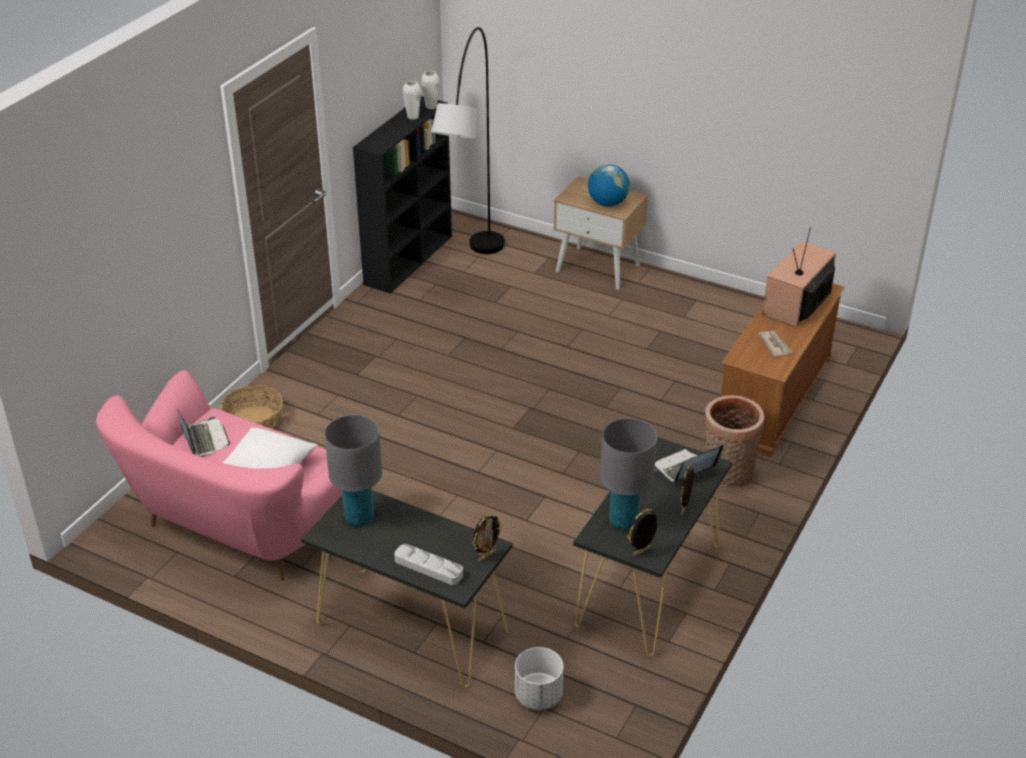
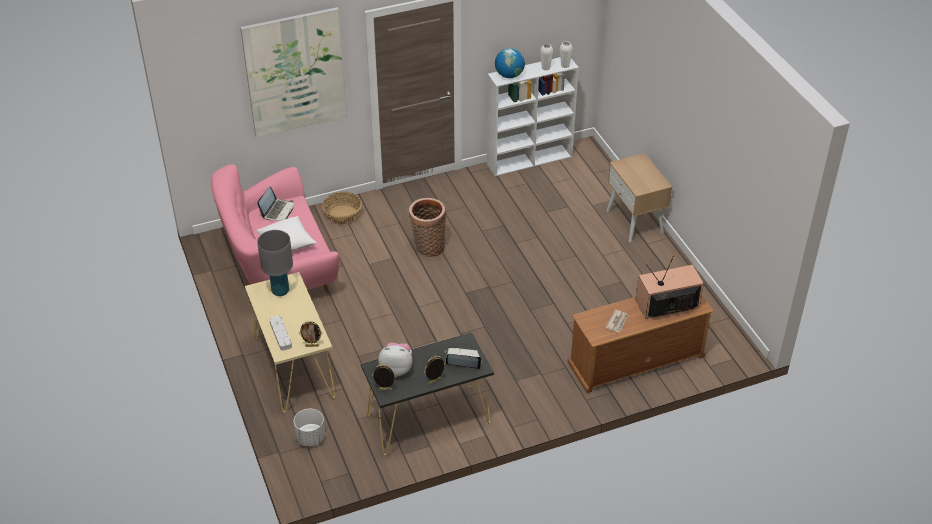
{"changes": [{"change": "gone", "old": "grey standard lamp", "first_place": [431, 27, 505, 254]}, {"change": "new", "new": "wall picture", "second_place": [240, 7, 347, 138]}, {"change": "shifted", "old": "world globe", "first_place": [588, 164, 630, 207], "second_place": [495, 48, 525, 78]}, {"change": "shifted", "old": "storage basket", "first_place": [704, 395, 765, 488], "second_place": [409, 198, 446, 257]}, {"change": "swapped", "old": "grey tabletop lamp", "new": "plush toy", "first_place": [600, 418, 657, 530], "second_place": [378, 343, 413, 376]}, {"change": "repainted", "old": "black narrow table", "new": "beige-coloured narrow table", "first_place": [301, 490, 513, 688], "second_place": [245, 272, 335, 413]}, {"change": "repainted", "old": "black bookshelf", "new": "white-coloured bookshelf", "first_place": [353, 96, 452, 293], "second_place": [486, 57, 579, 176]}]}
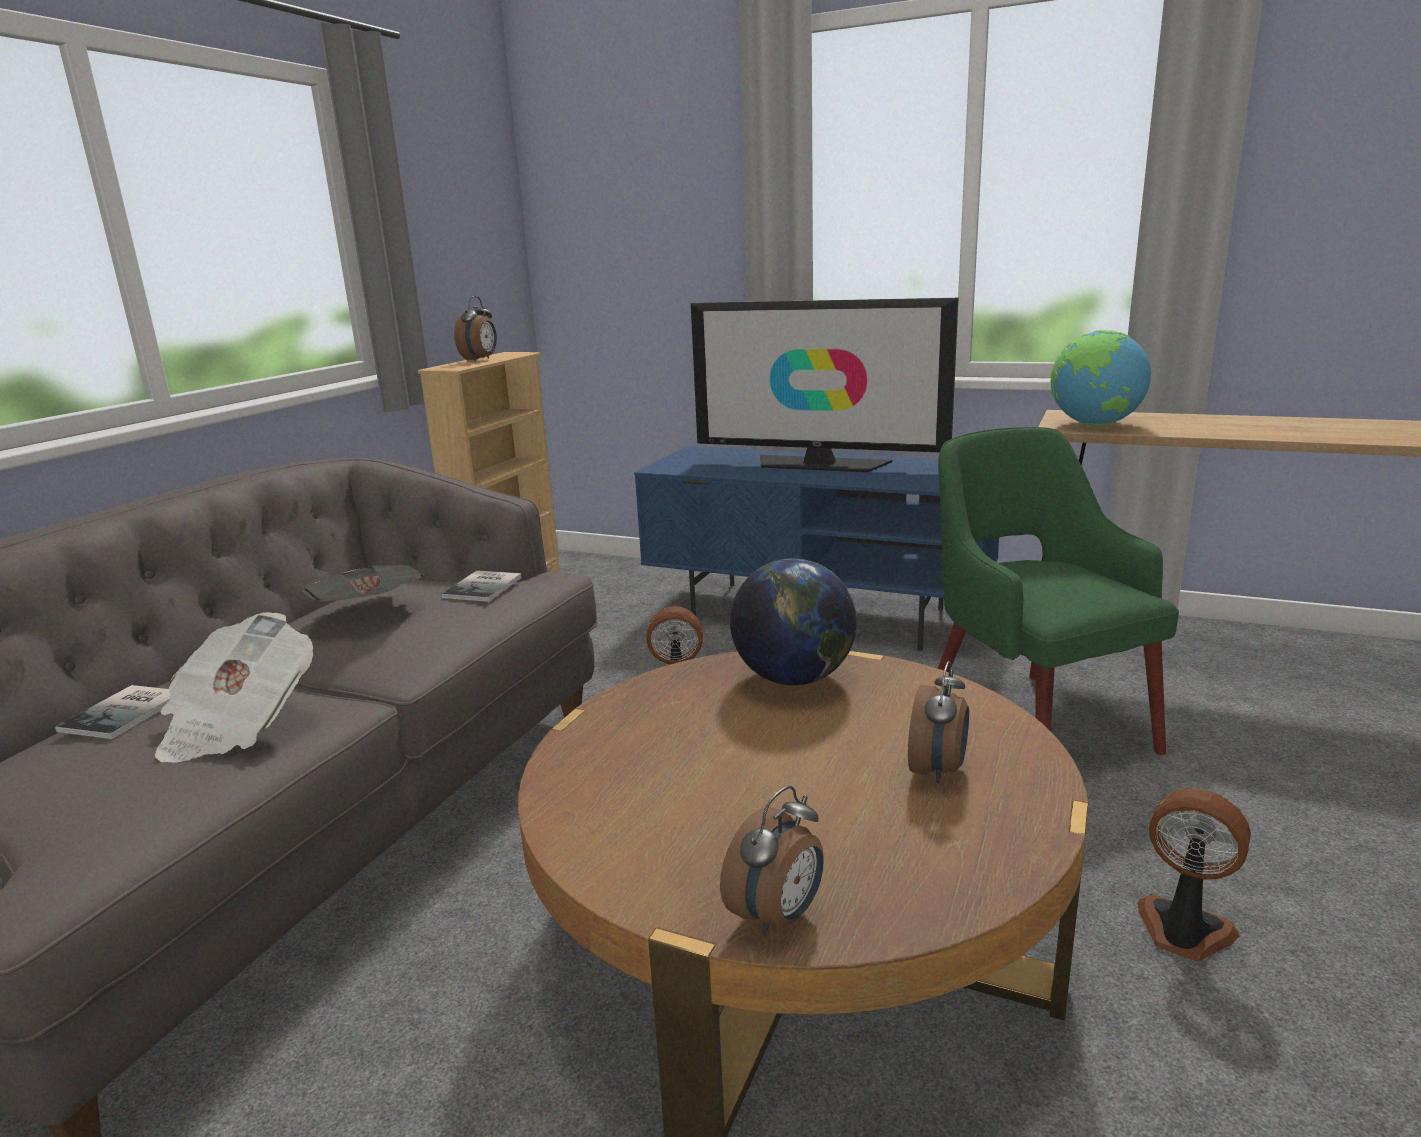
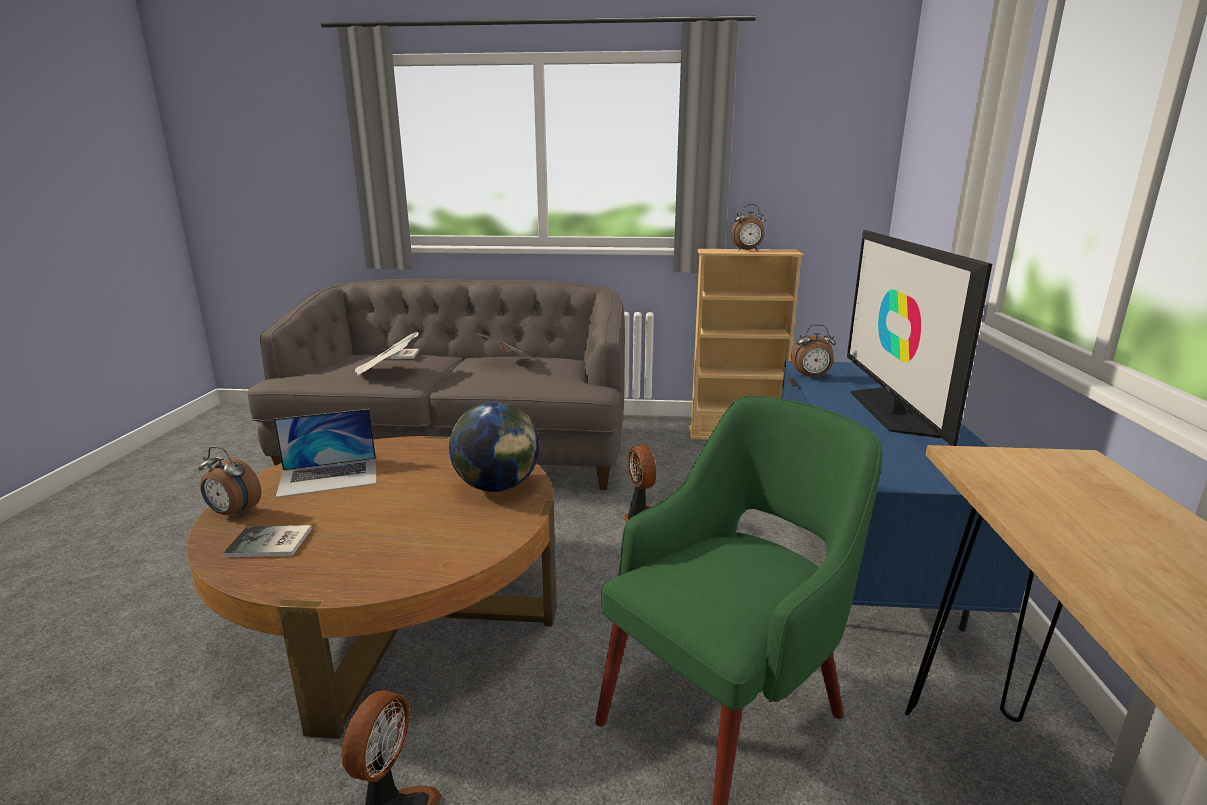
{"changes": [{"change": "gone", "old": "world globe", "first_place": [1051, 330, 1151, 426]}, {"change": "new", "new": "portable computer", "second_place": [274, 409, 376, 498]}, {"change": "shifted", "old": "volume", "first_place": [441, 570, 522, 602], "second_place": [223, 525, 312, 558]}, {"change": "shifted", "old": "bedside clock", "first_place": [908, 661, 969, 783], "second_place": [791, 324, 836, 378]}]}
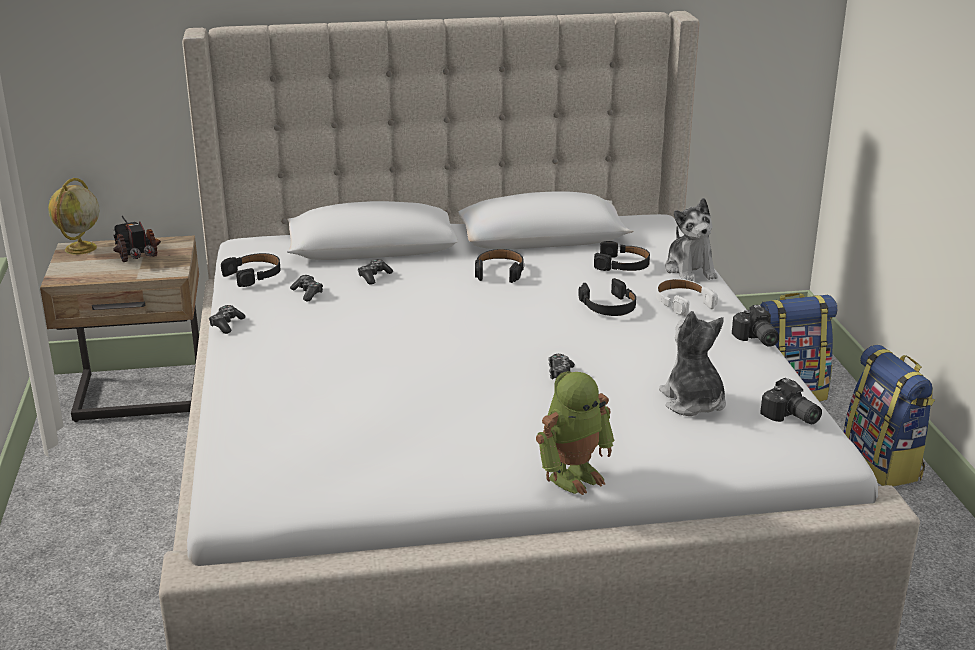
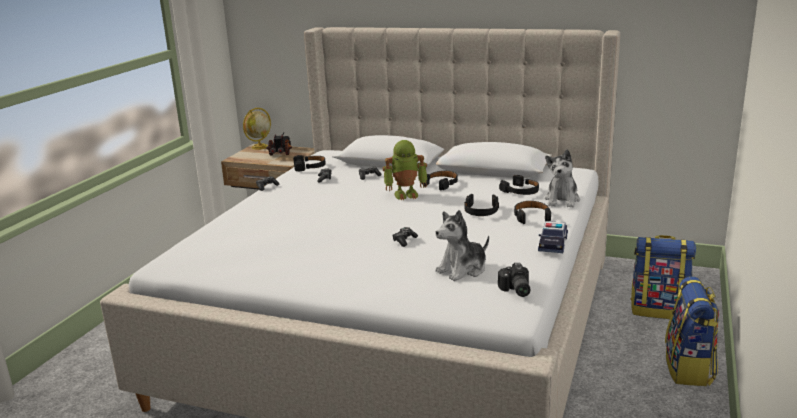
{"changes": [{"change": "shifted", "old": "robot figure", "first_place": [536, 371, 615, 495], "second_place": [383, 140, 427, 200]}, {"change": "swapped", "old": "still camera", "new": "miniature car", "first_place": [732, 305, 779, 347], "second_place": [538, 221, 568, 253]}, {"change": "repainted", "old": "white-coloured pair of headphones", "new": "black pair of headphones", "first_place": [656, 279, 718, 317], "second_place": [514, 201, 551, 224]}, {"change": "rotated", "old": "plush toy", "first_place": [659, 311, 726, 416], "second_place": [435, 210, 489, 281], "degrees": -135}]}
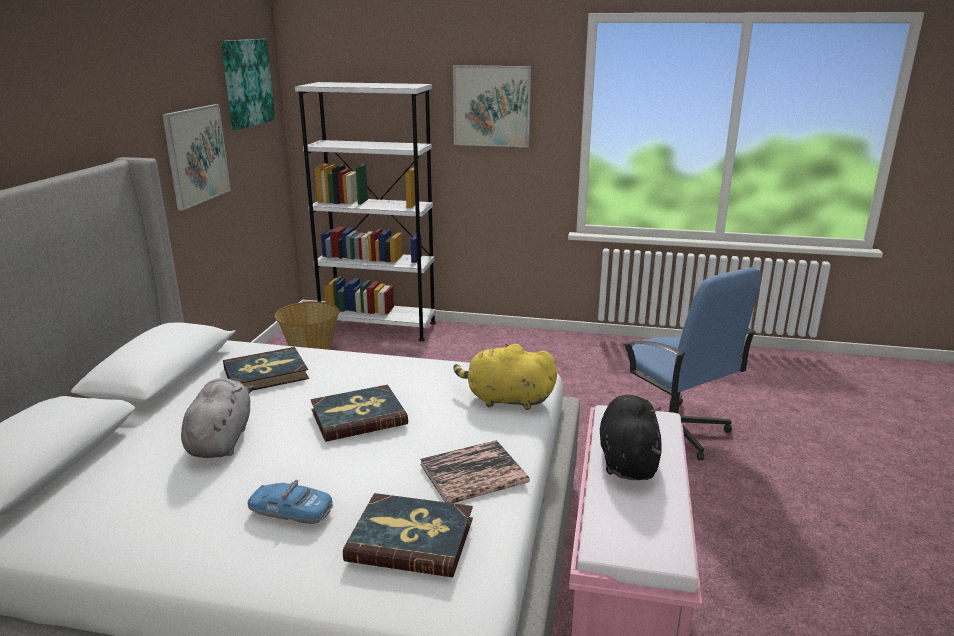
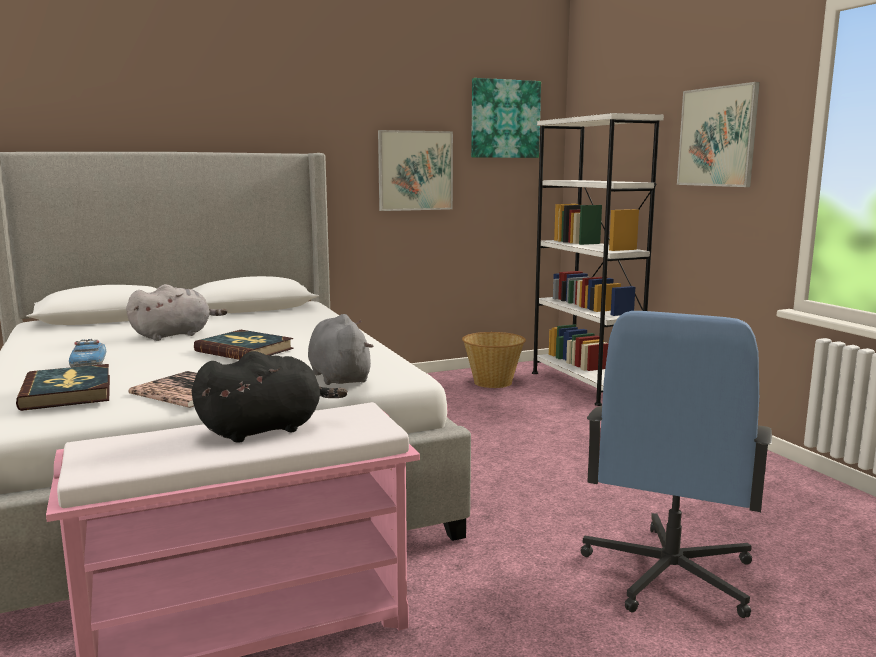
{"changes": [{"change": "gone", "old": "volume", "first_place": [223, 347, 309, 391]}, {"change": "repainted", "old": "yellow plush toy", "new": "grey plush toy", "first_place": [453, 344, 557, 410], "second_place": [308, 314, 373, 385]}]}
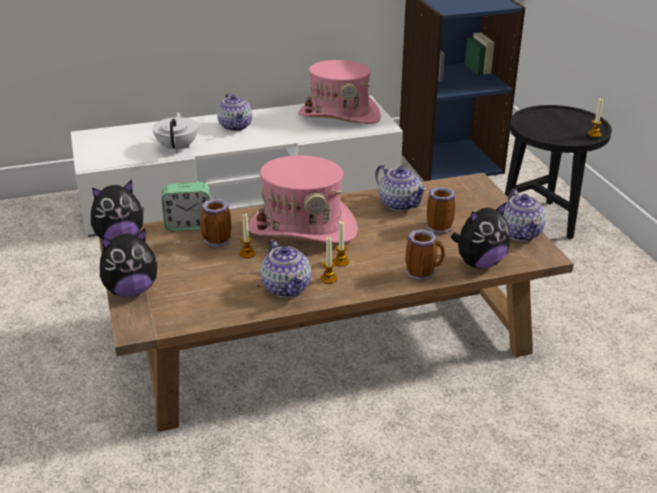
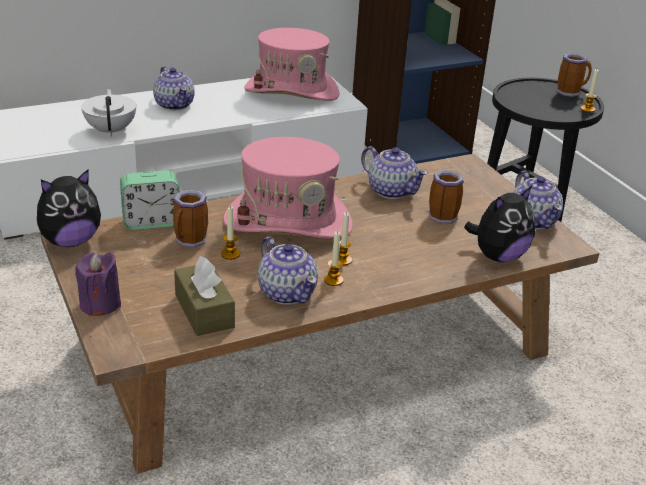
{"changes": [{"change": "new", "new": "brownish tissue holder", "second_place": [174, 256, 235, 336]}, {"change": "shifted", "old": "coffee mug", "first_place": [406, 229, 444, 281], "second_place": [556, 53, 592, 97]}, {"change": "swapped", "old": "plush toy", "new": "purple-coloured candle", "first_place": [100, 229, 158, 297], "second_place": [75, 252, 121, 316]}]}
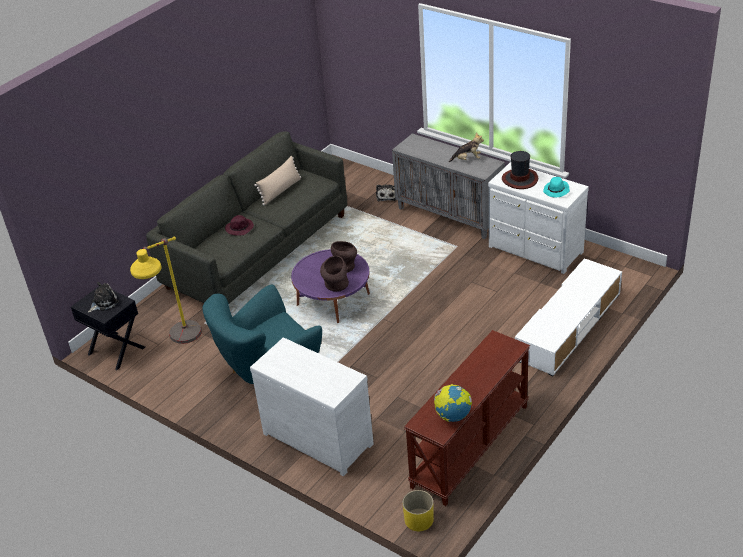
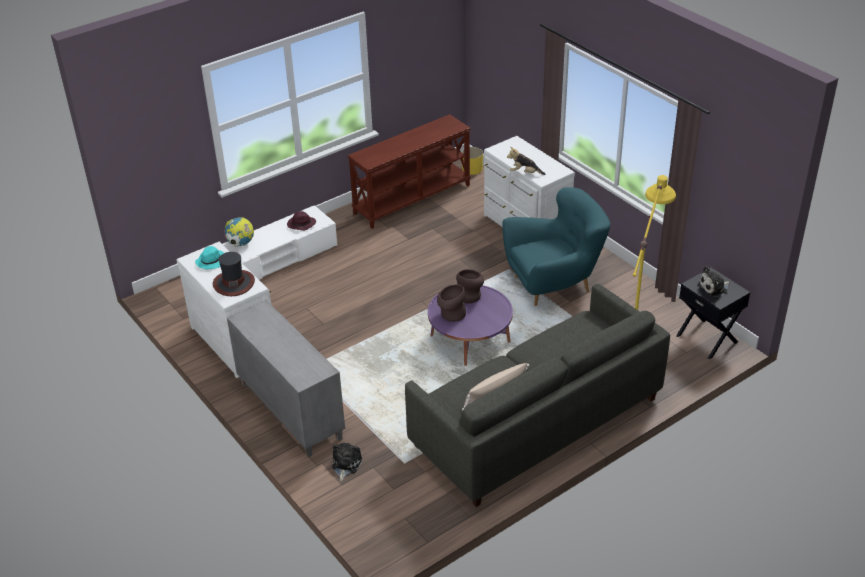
{"changes": [{"change": "shifted", "old": "purple-coloured clothing hat", "first_place": [225, 215, 254, 236], "second_place": [287, 211, 316, 231]}, {"change": "shifted", "old": "world globe", "first_place": [434, 384, 472, 422], "second_place": [224, 217, 254, 247]}, {"change": "shifted", "old": "plush toy", "first_place": [449, 132, 484, 162], "second_place": [507, 147, 545, 175]}]}
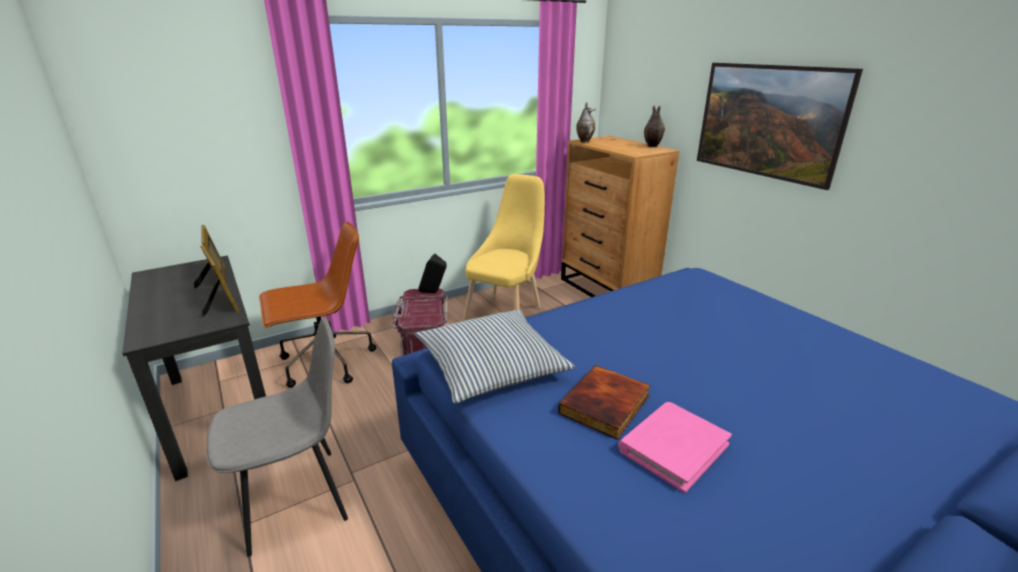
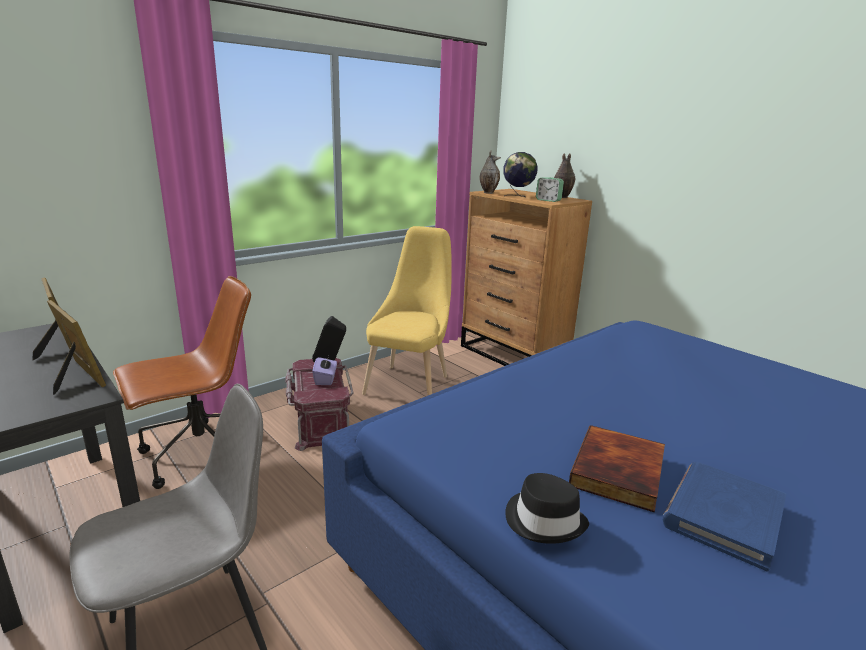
{"changes": [{"change": "gone", "old": "pillow", "first_place": [415, 309, 575, 403]}, {"change": "gone", "old": "wall picture", "first_place": [697, 63, 863, 190]}, {"change": "new", "new": "purple-coloured tissue holder", "second_place": [312, 354, 337, 385]}, {"change": "new", "new": "world globe", "second_place": [503, 152, 538, 197]}, {"change": "new", "new": "black clothing hat", "second_place": [505, 473, 589, 544]}, {"change": "new", "new": "bedside clock", "second_place": [536, 177, 564, 202]}, {"change": "repainted", "old": "pinkish volume", "new": "bluish volume", "first_place": [618, 402, 732, 493], "second_place": [662, 462, 786, 572]}]}
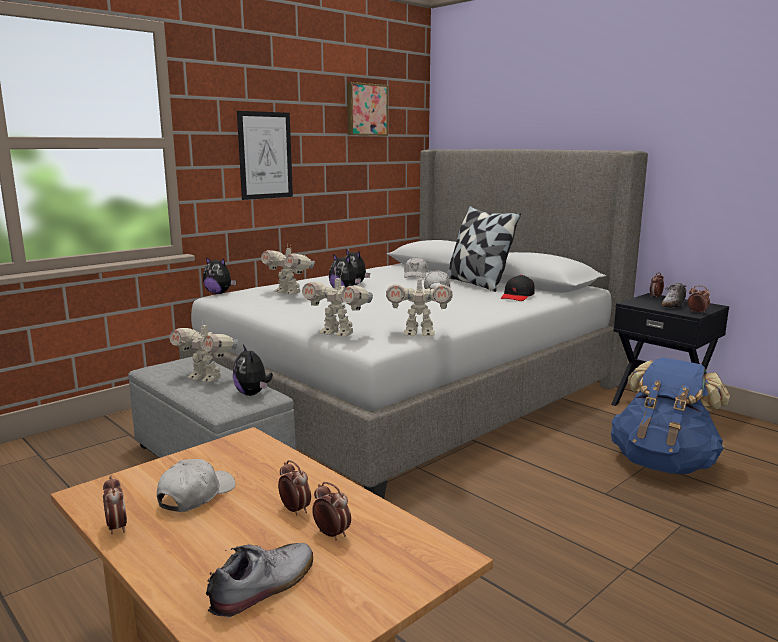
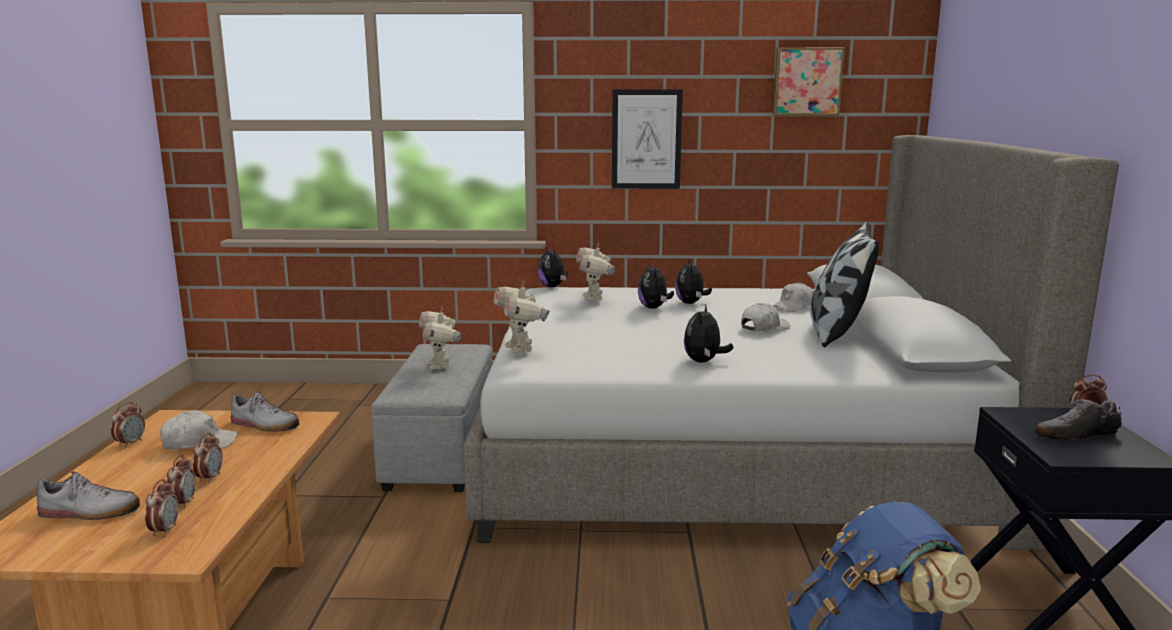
{"changes": [{"change": "gone", "old": "robot figure", "first_place": [386, 273, 453, 336]}, {"change": "gone", "old": "black peaked cap", "first_place": [501, 275, 535, 301]}, {"change": "new", "new": "item of footwear", "second_place": [230, 391, 299, 431]}, {"change": "shifted", "old": "plush toy", "first_place": [233, 344, 273, 396], "second_place": [684, 304, 733, 362]}, {"change": "shifted", "old": "bedside clock", "first_place": [687, 286, 710, 314], "second_place": [145, 479, 179, 537]}]}
